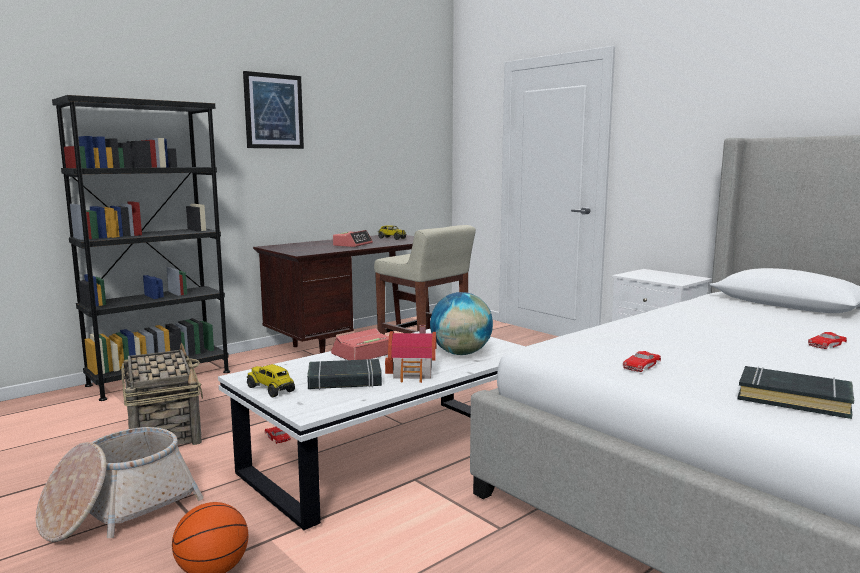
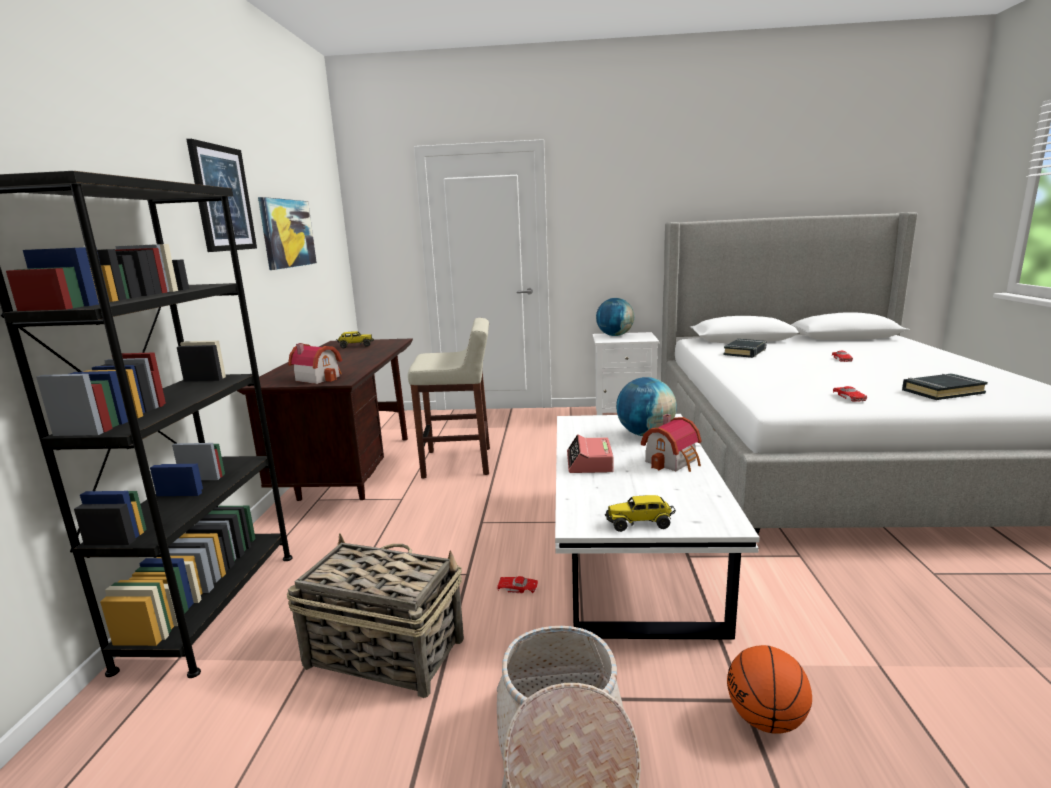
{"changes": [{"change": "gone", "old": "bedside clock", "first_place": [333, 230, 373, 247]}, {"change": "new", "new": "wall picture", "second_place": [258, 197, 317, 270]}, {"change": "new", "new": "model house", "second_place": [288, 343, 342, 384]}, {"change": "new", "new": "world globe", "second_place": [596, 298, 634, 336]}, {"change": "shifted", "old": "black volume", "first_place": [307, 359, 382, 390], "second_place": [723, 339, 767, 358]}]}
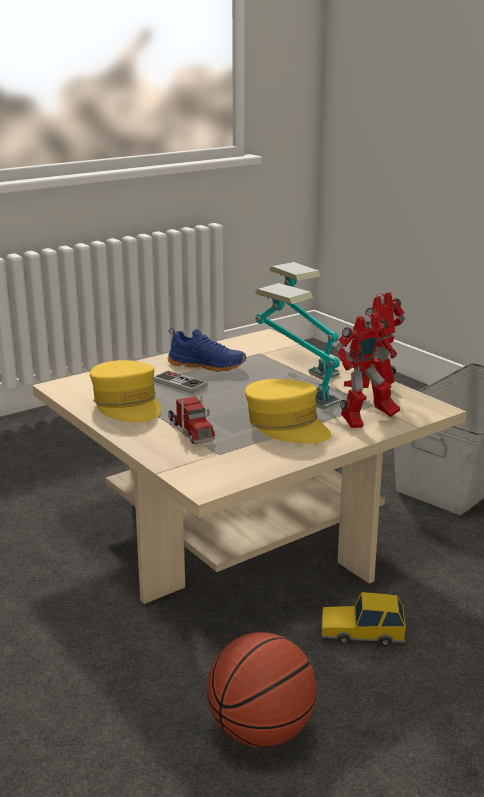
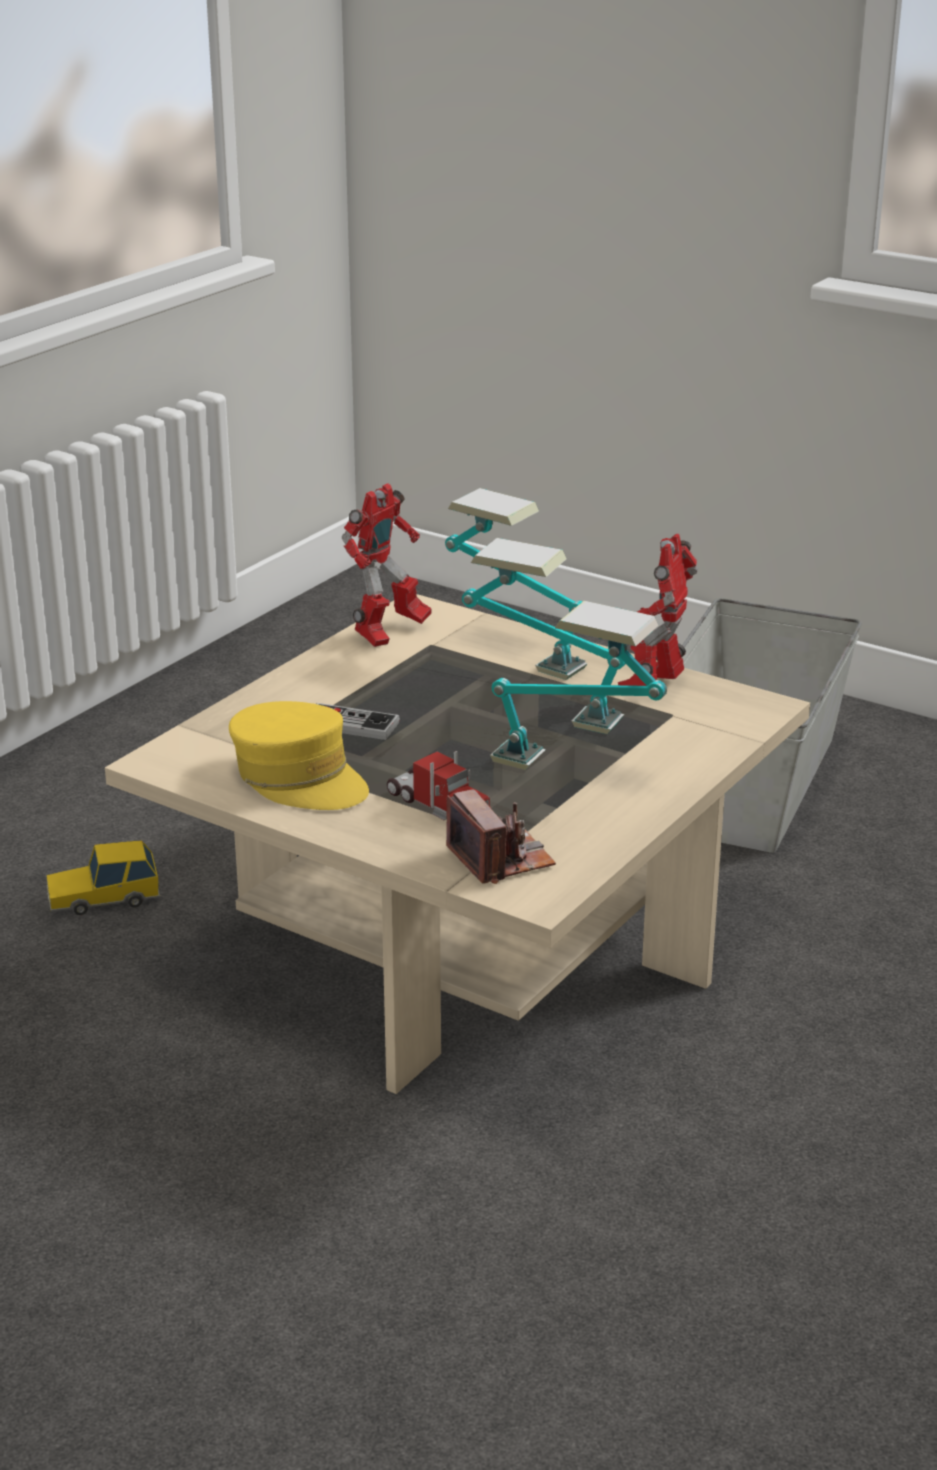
{"changes": [{"change": "gone", "old": "bluish item of footwear", "first_place": [167, 328, 246, 372]}, {"change": "gone", "old": "ball for basketball", "first_place": [207, 632, 317, 748]}, {"change": "new", "new": "still camera", "second_place": [446, 789, 556, 884]}, {"change": "shifted", "old": "miniature car", "first_place": [321, 592, 406, 647], "second_place": [47, 840, 160, 915]}, {"change": "shifted", "old": "robot figure", "first_place": [336, 313, 400, 428], "second_place": [342, 483, 432, 647]}, {"change": "swapped", "old": "yellow peaked cap", "new": "tabletop lamp", "first_place": [245, 379, 331, 444], "second_place": [490, 601, 667, 770]}]}
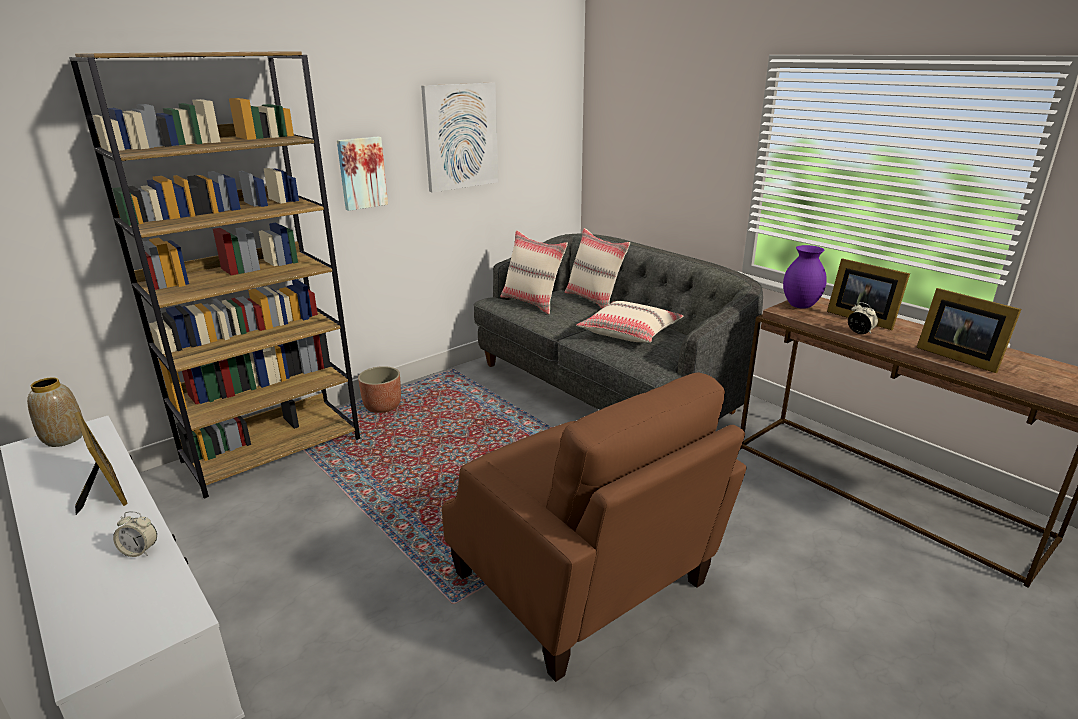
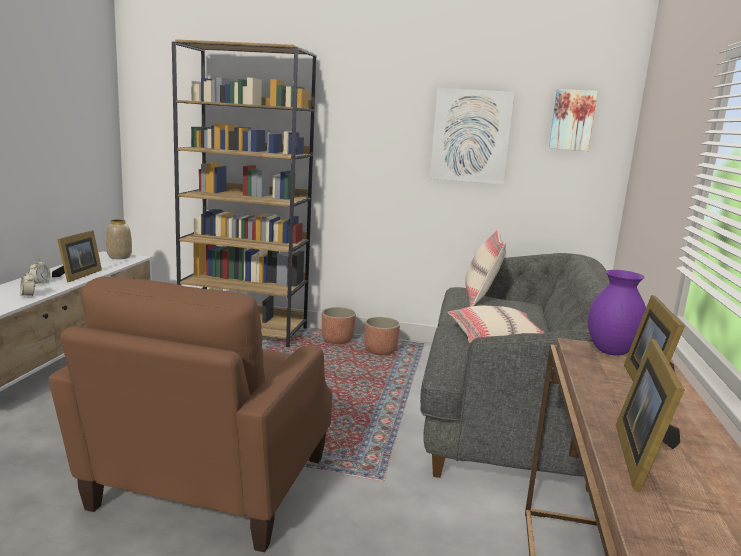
{"changes": [{"change": "gone", "old": "beige-coloured pillow", "first_place": [565, 228, 630, 308]}, {"change": "new", "new": "plant pot", "second_place": [364, 317, 400, 355]}, {"change": "shifted", "old": "wall picture", "first_place": [337, 137, 388, 211], "second_place": [549, 89, 598, 151]}, {"change": "shifted", "old": "bedside clock", "first_place": [848, 302, 878, 334], "second_place": [29, 259, 51, 285]}]}
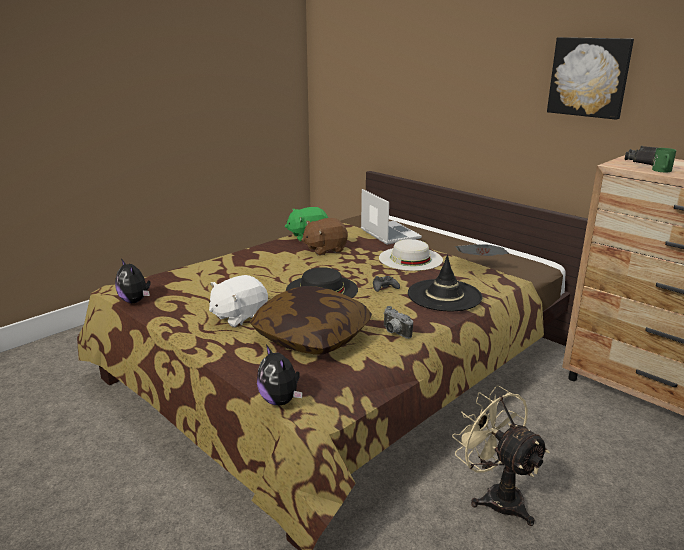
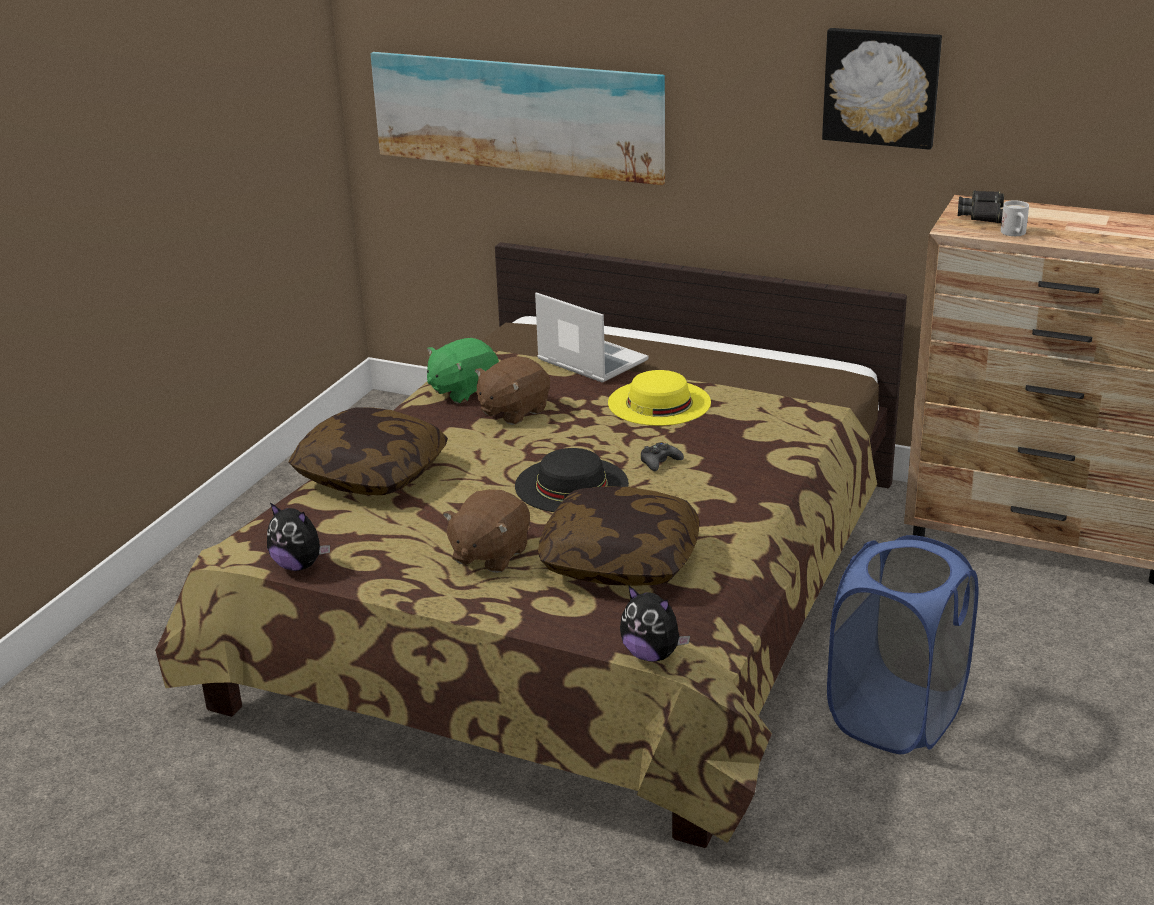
{"changes": [{"change": "gone", "old": "still camera", "first_place": [383, 306, 413, 339]}, {"change": "gone", "old": "black clothing hat", "first_place": [408, 255, 482, 311]}, {"change": "gone", "old": "daily paper", "first_place": [455, 244, 509, 256]}, {"change": "new", "new": "pillow", "second_place": [288, 407, 448, 495]}, {"change": "new", "new": "wall picture", "second_place": [371, 52, 665, 185]}, {"change": "swapped", "old": "beige-coloured cooling fan", "new": "bluish washing basket", "first_place": [452, 385, 550, 526], "second_place": [827, 535, 979, 754]}, {"change": "repainted", "old": "white-coloured plush toy", "new": "brownish plush toy", "first_place": [209, 275, 268, 327], "second_place": [443, 489, 530, 573]}, {"change": "repainted", "old": "white-coloured clothing hat", "new": "yellow clothing hat", "first_place": [379, 239, 443, 271], "second_place": [608, 370, 711, 426]}, {"change": "repainted", "old": "green coffee mug", "new": "white-coloured coffee mug", "first_place": [652, 148, 676, 172], "second_place": [1001, 200, 1029, 236]}]}
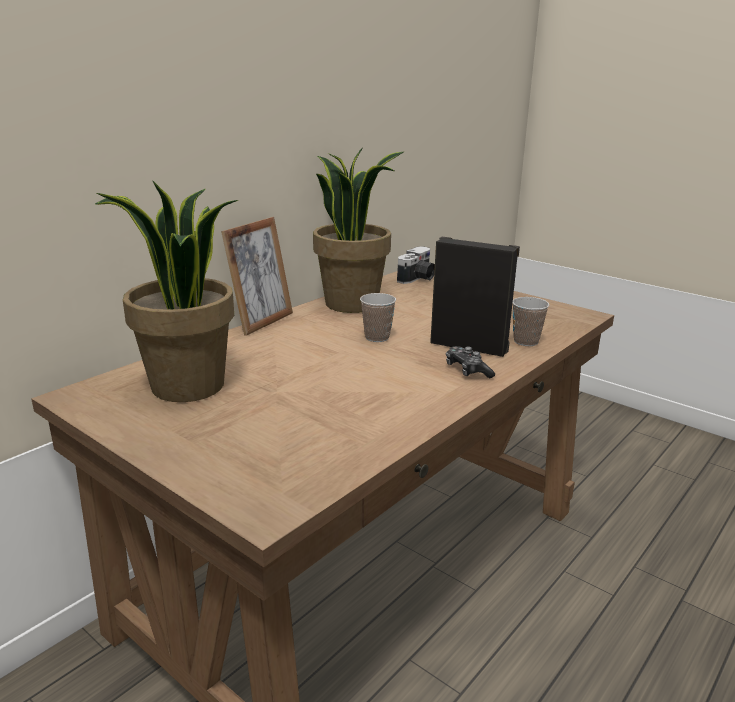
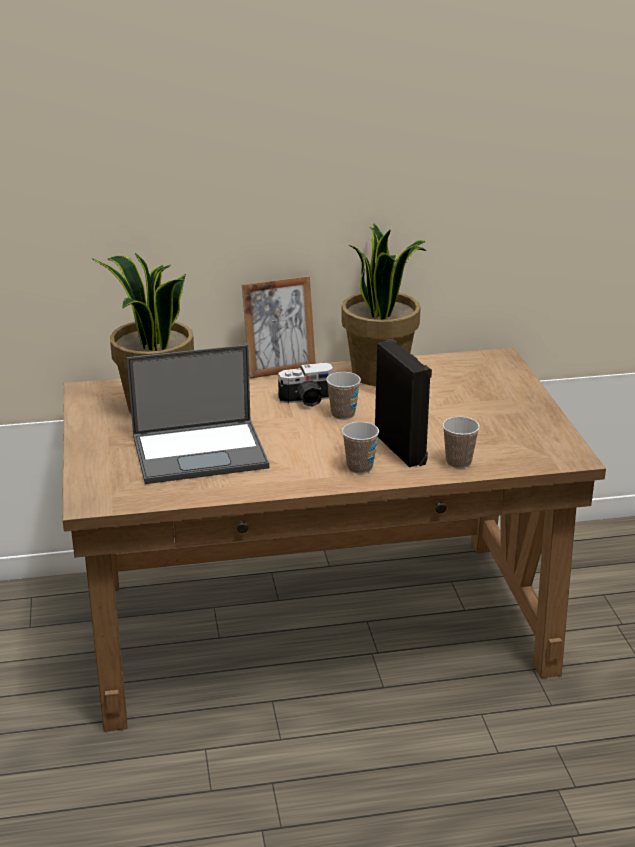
{"changes": [{"change": "new", "new": "portable computer", "second_place": [127, 345, 269, 484]}, {"change": "shifted", "old": "still camera", "first_place": [397, 246, 435, 284], "second_place": [278, 363, 333, 407]}, {"change": "swapped", "old": "gamepad", "new": "small cup", "first_place": [446, 346, 495, 378], "second_place": [342, 422, 379, 474]}]}
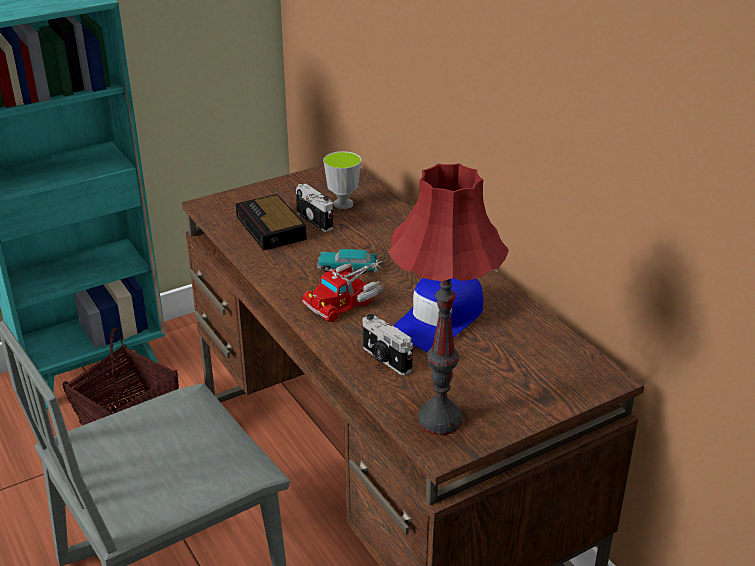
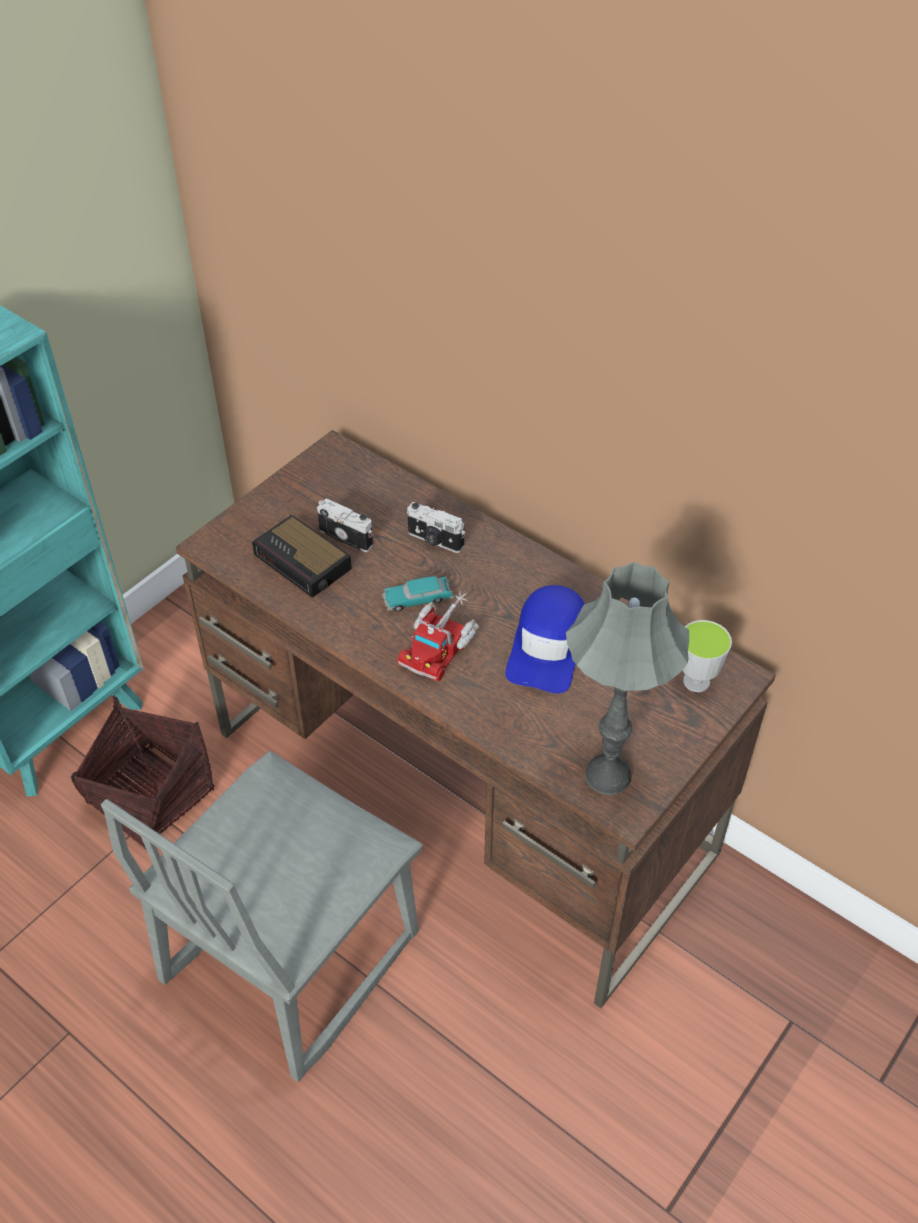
{"changes": [{"change": "shifted", "old": "small cup", "first_place": [323, 151, 362, 209], "second_place": [682, 620, 732, 692]}, {"change": "shifted", "old": "still camera", "first_place": [363, 314, 413, 375], "second_place": [407, 502, 465, 553]}, {"change": "repainted", "old": "reddish tabletop lamp", "new": "grey tabletop lamp", "first_place": [388, 164, 509, 435], "second_place": [566, 562, 689, 795]}]}
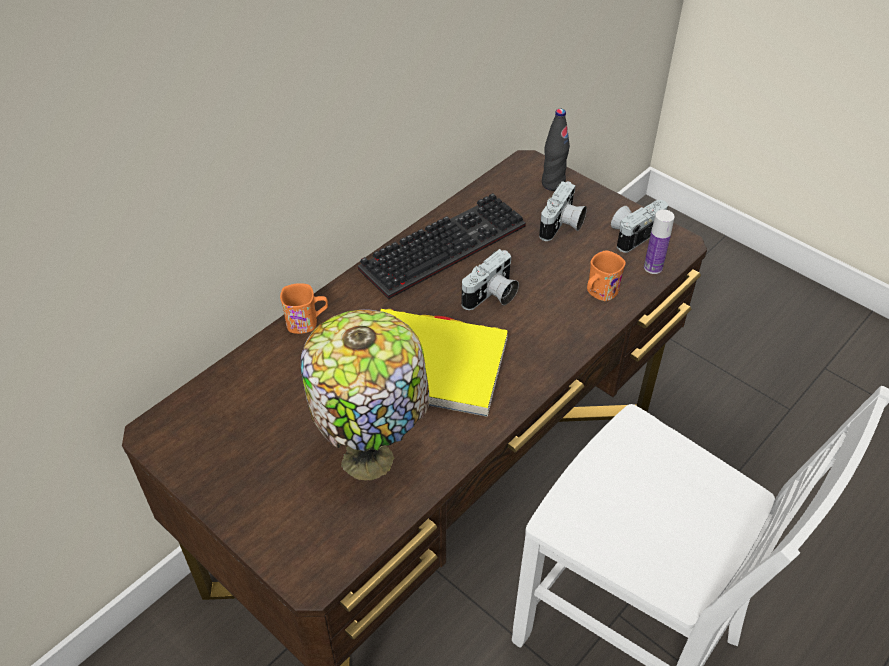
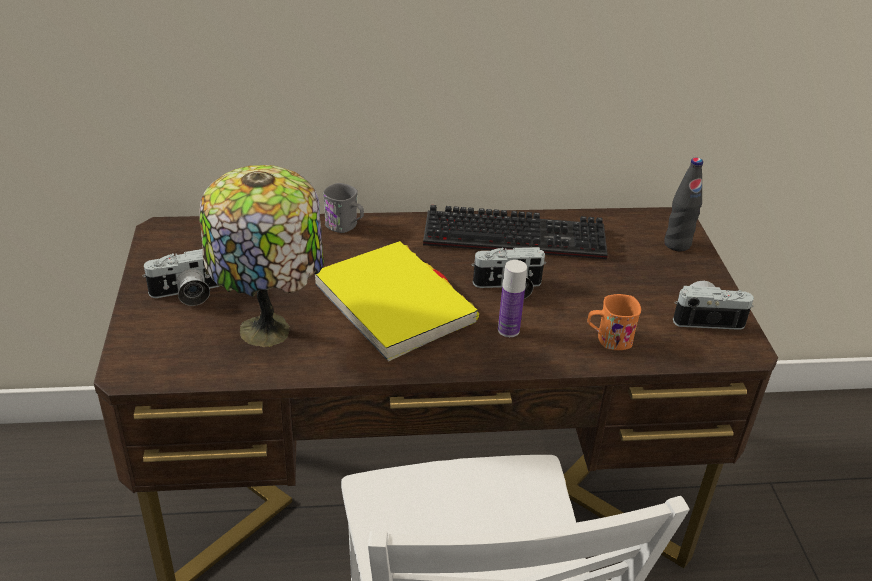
{"changes": [{"change": "shifted", "old": "still camera", "first_place": [539, 181, 587, 241], "second_place": [143, 248, 219, 306]}, {"change": "shifted", "old": "bottle", "first_place": [644, 210, 675, 274], "second_place": [498, 260, 527, 337]}, {"change": "repainted", "old": "orange coffee mug", "new": "grey coffee mug", "first_place": [280, 283, 328, 334], "second_place": [323, 183, 364, 233]}]}
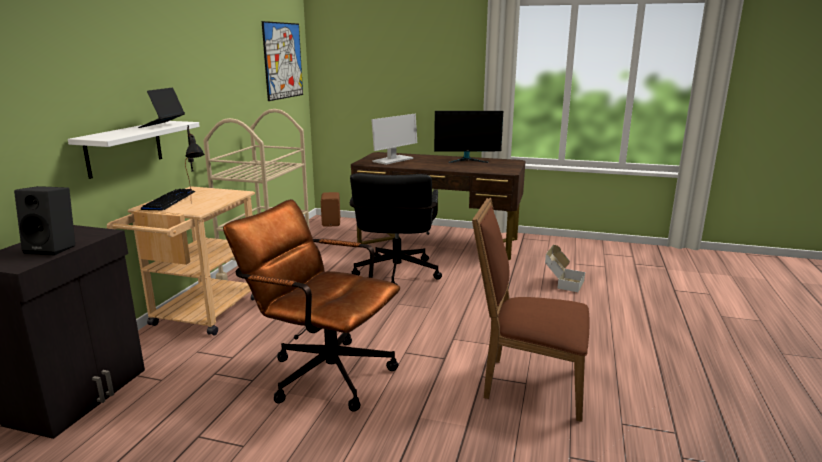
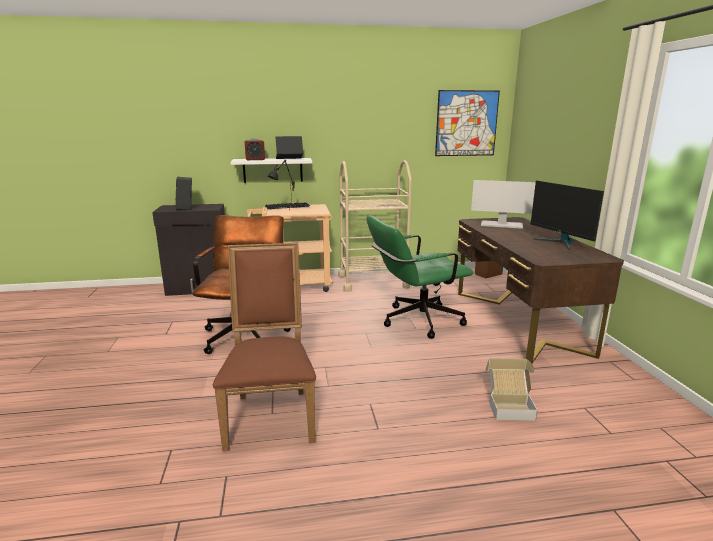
{"changes": [{"change": "new", "new": "bedside clock", "second_place": [245, 138, 265, 160]}, {"change": "repainted", "old": "black computer chair", "new": "green computer chair", "first_place": [350, 173, 442, 285], "second_place": [367, 216, 474, 339]}]}
